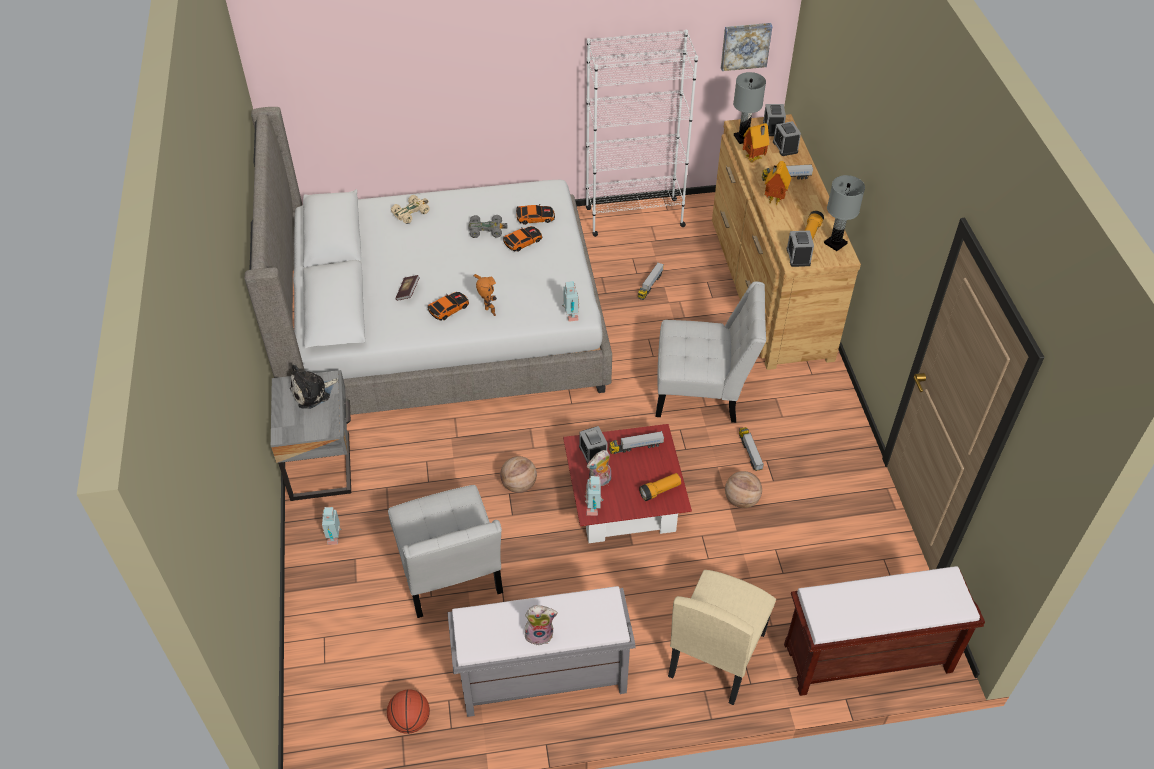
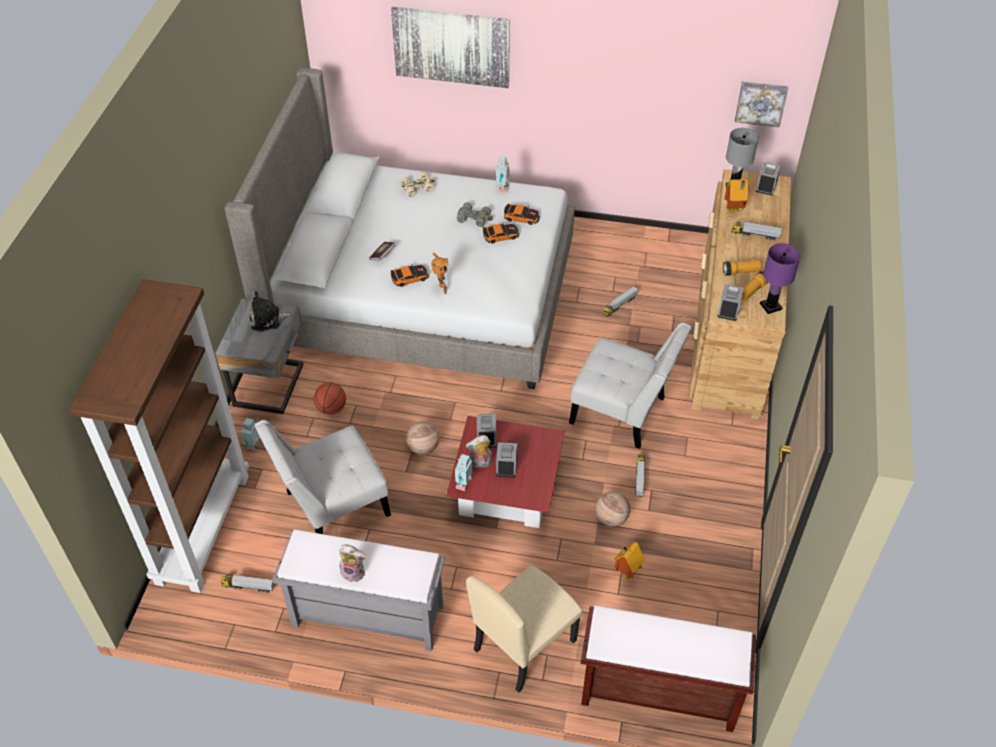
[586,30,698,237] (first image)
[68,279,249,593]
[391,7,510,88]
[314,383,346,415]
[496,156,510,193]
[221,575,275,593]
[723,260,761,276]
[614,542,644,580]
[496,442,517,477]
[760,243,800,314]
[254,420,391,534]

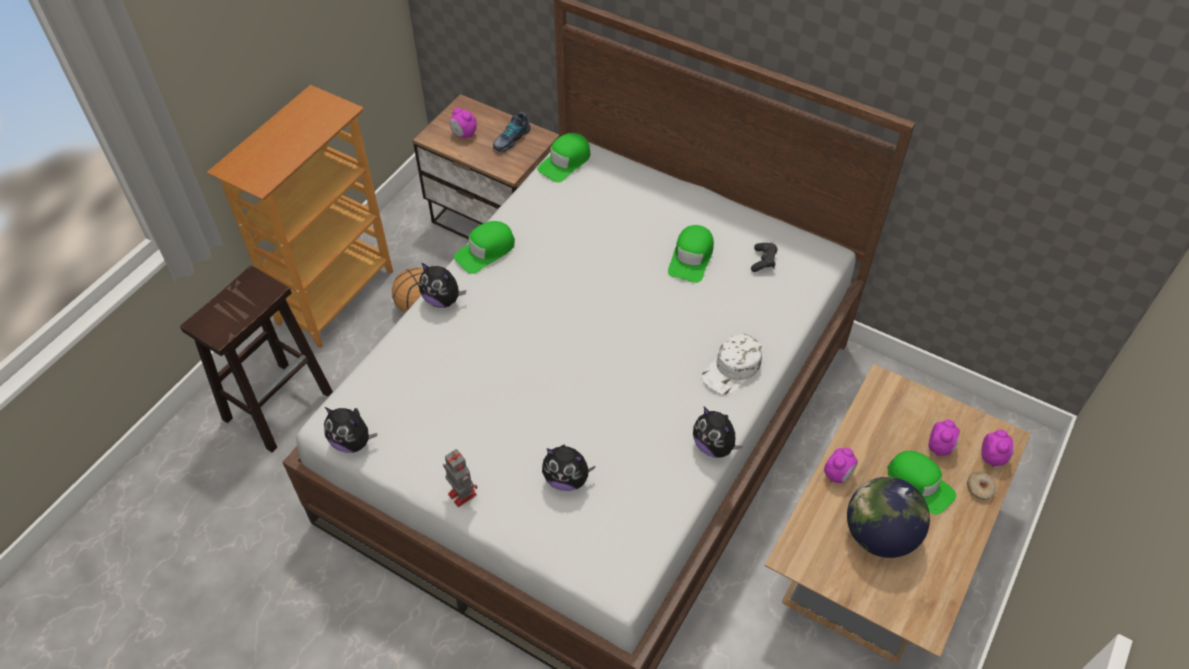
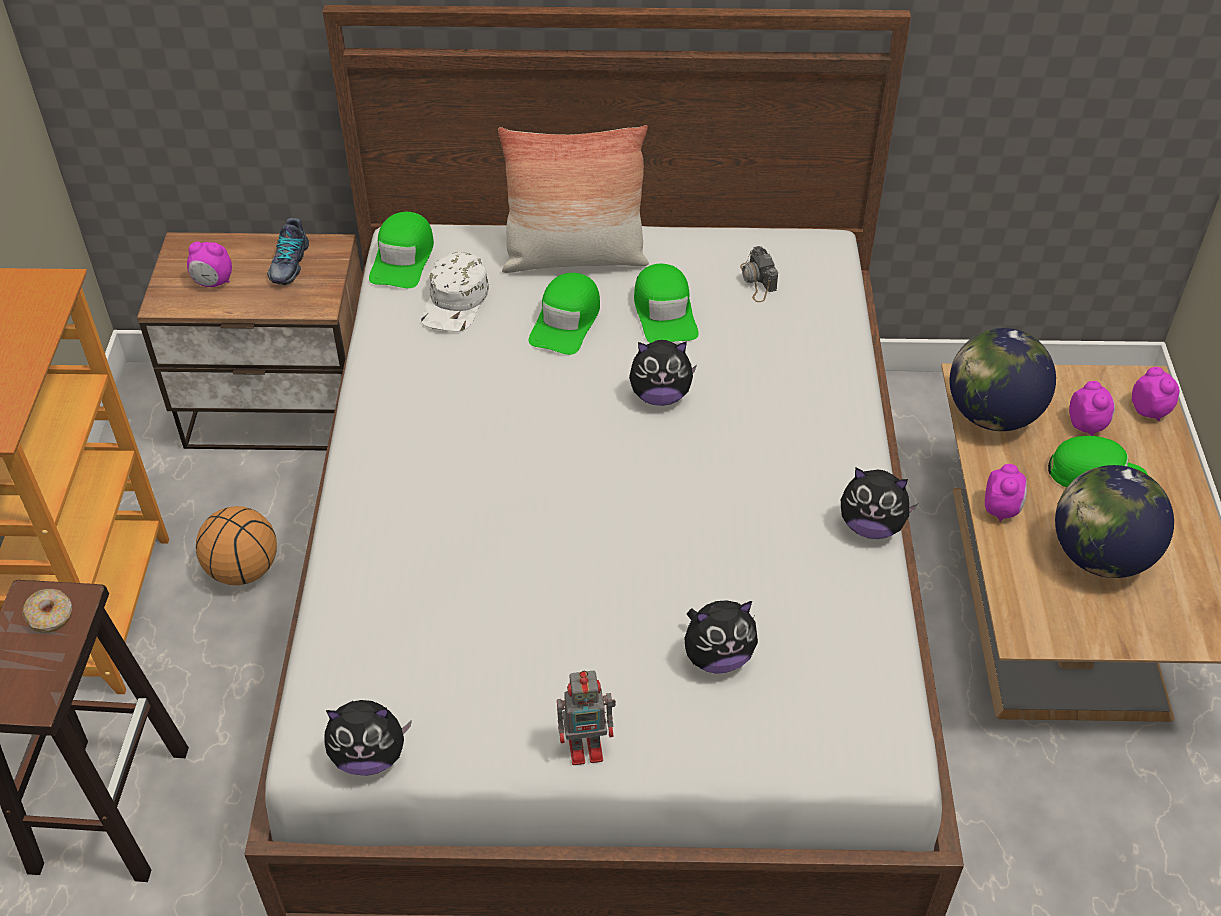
[498,125,649,273]
[950,328,1056,431]
[629,340,697,406]
[529,273,600,355]
[421,252,489,332]
[22,589,72,633]
[740,246,778,302]
[557,671,616,765]

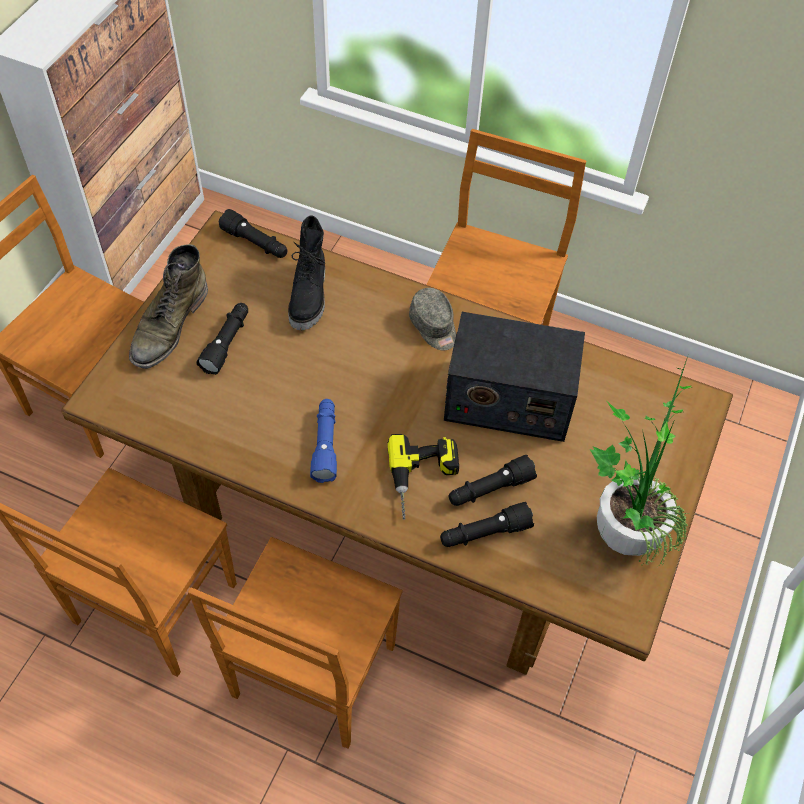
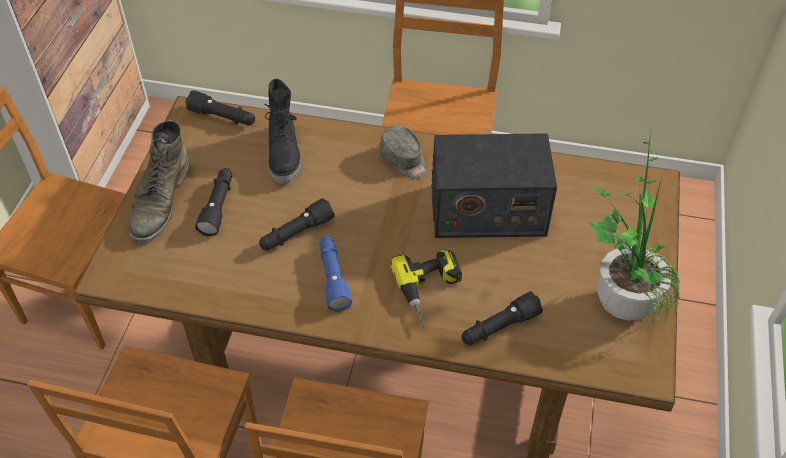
[259,198,335,250]

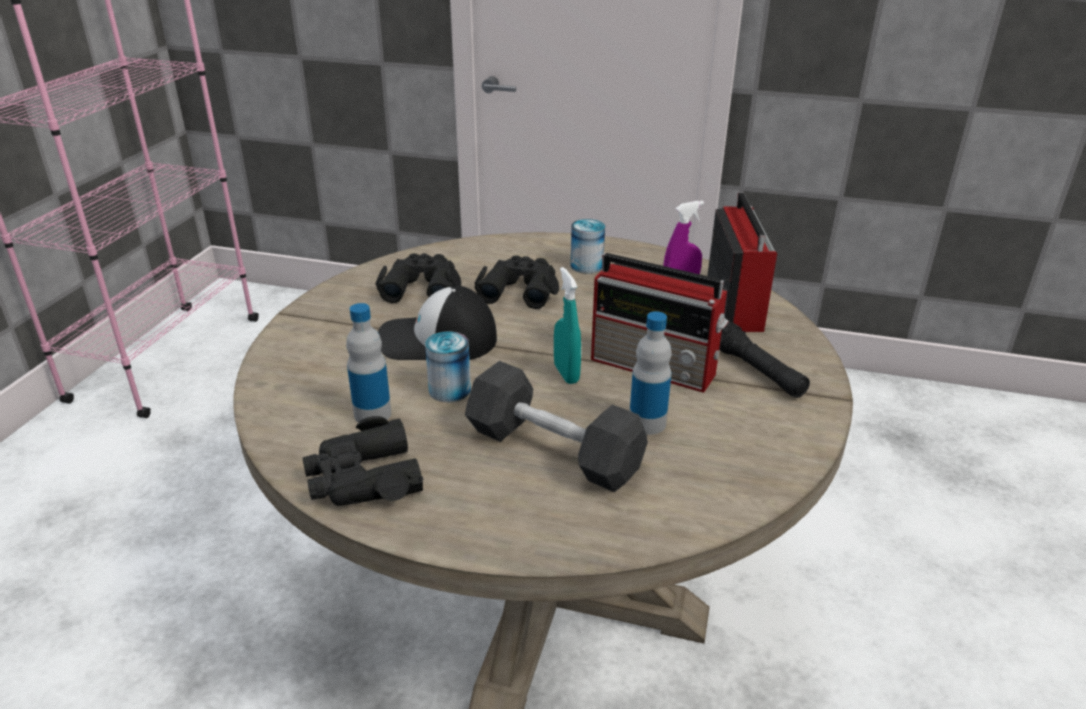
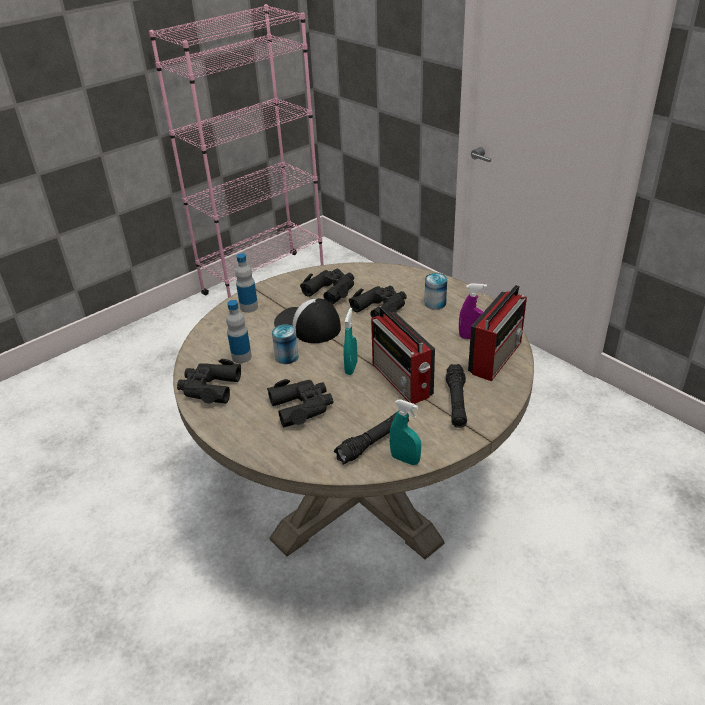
[334,411,409,465]
[389,399,421,465]
[235,253,258,313]
[267,379,334,428]

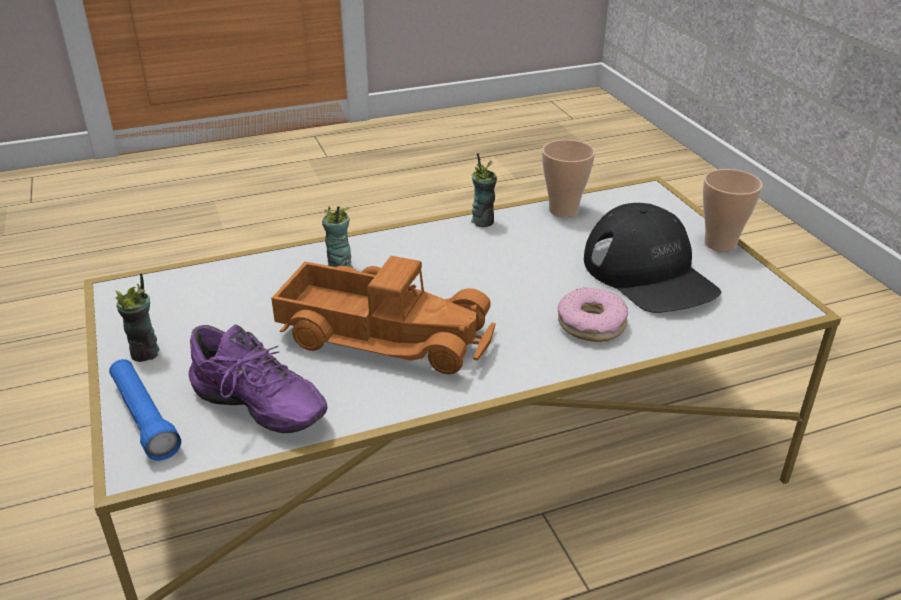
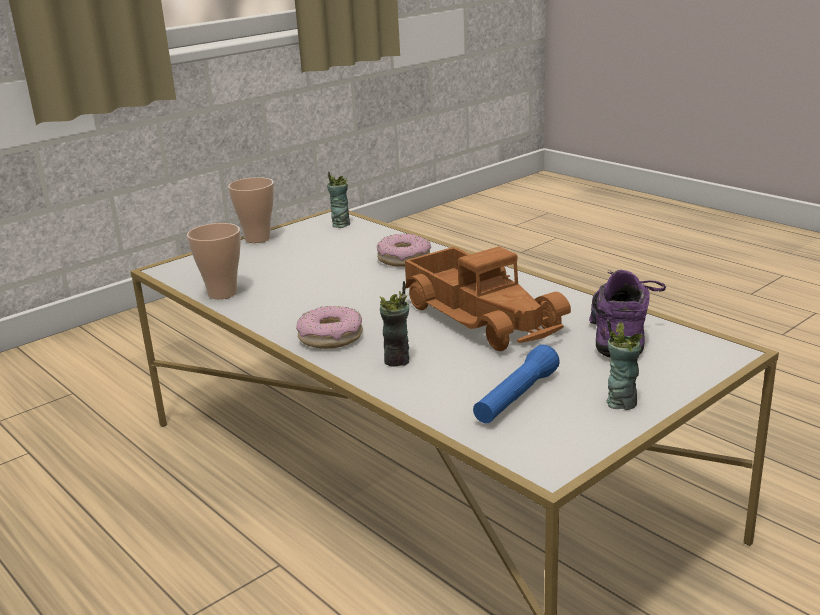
[584,203,721,313] (first image)
[296,306,363,349]
[473,344,560,424]
[327,172,350,228]
[402,246,571,351]

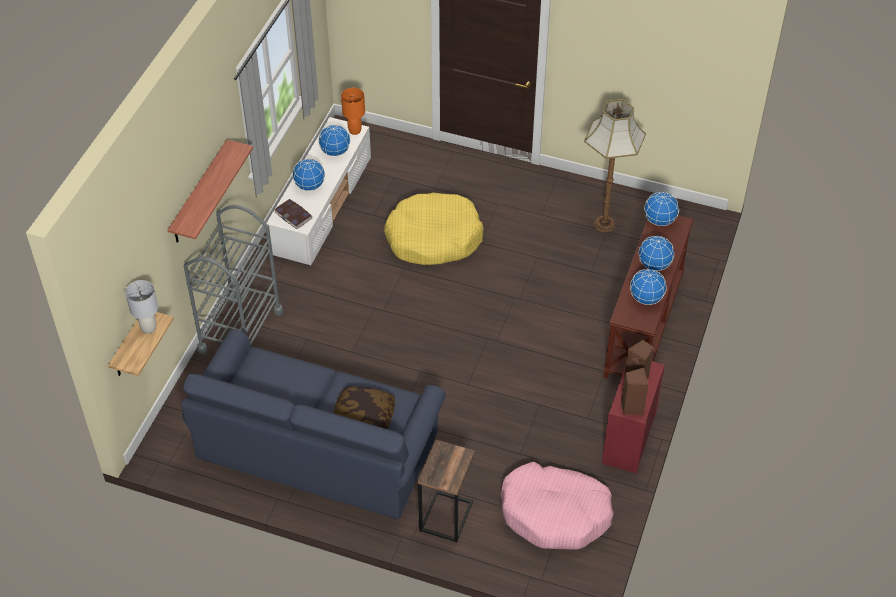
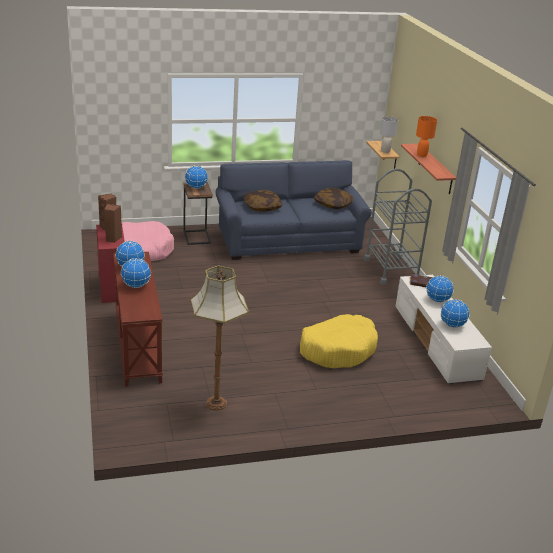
[314,188,353,209]
[416,116,437,157]
[185,165,208,189]

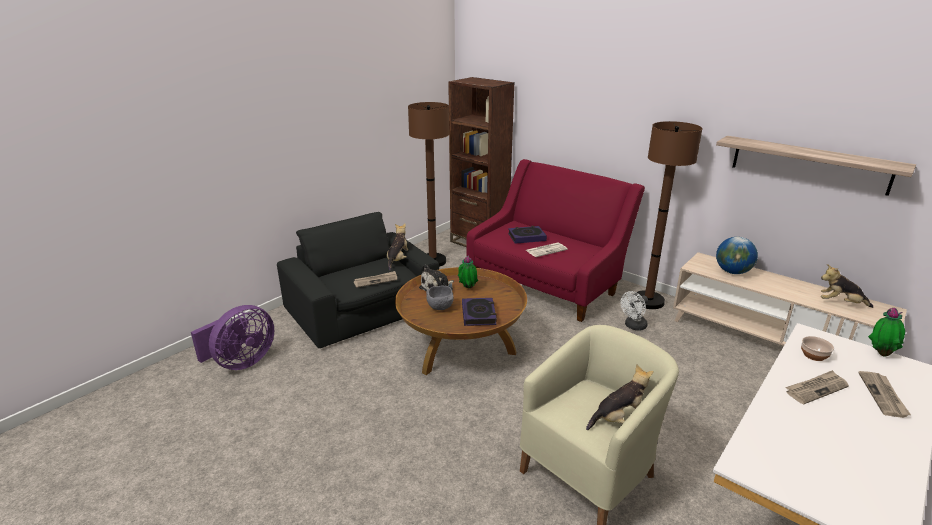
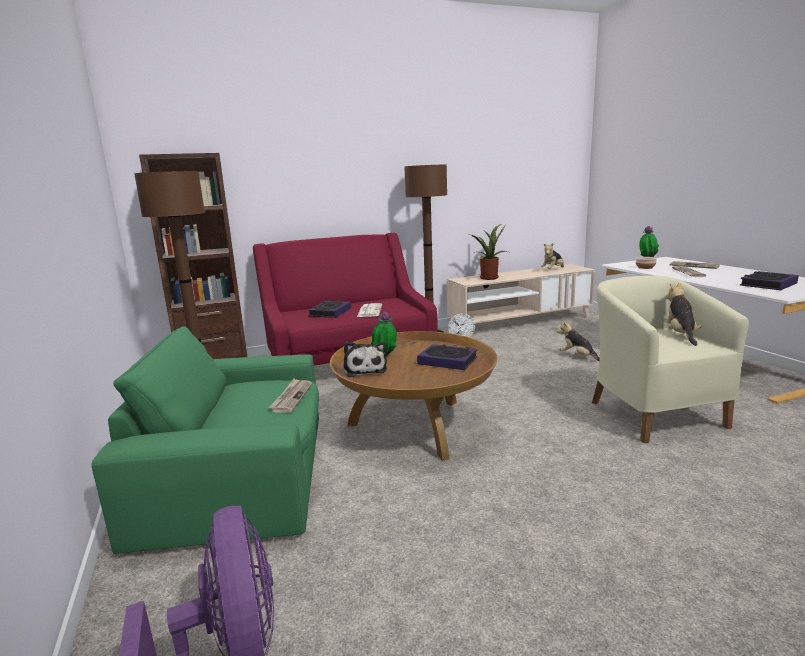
[426,286,454,310] (first image)
[716,136,916,196] (first image)
[740,271,799,290]
[557,320,600,361]
[471,224,508,280]
[91,326,319,554]

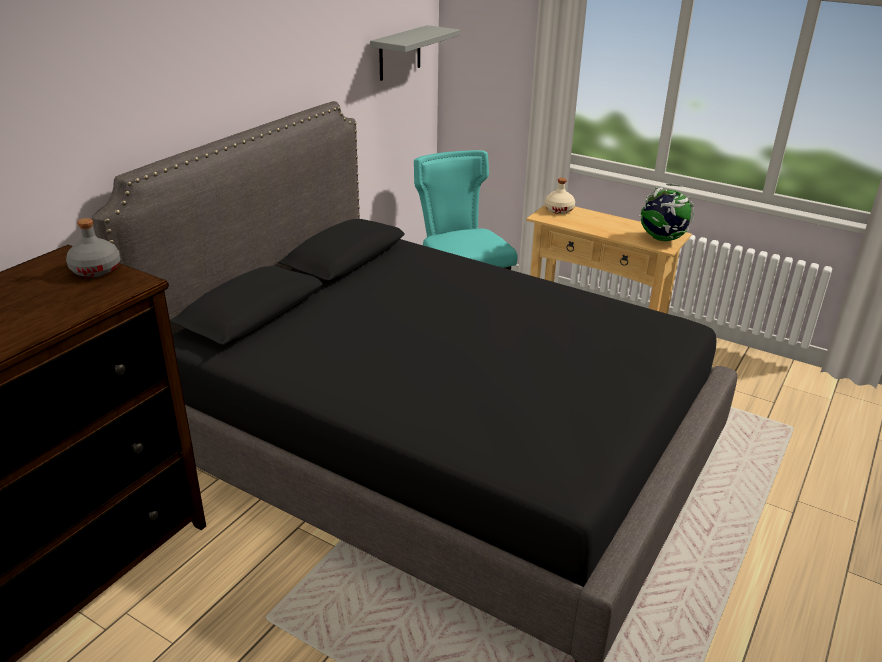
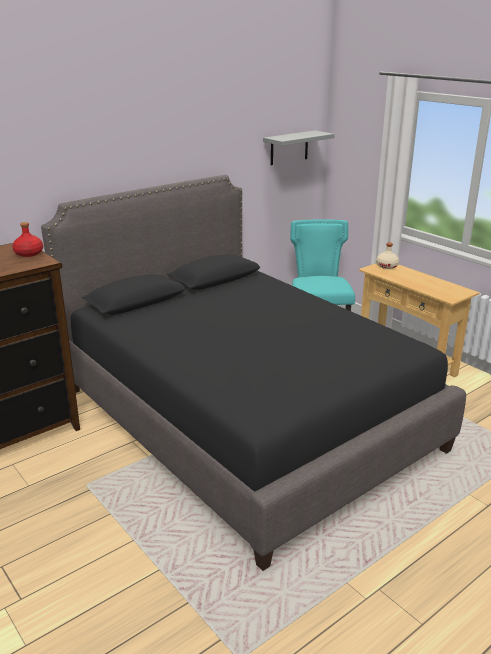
[639,184,694,241] (first image)
[12,222,43,257]

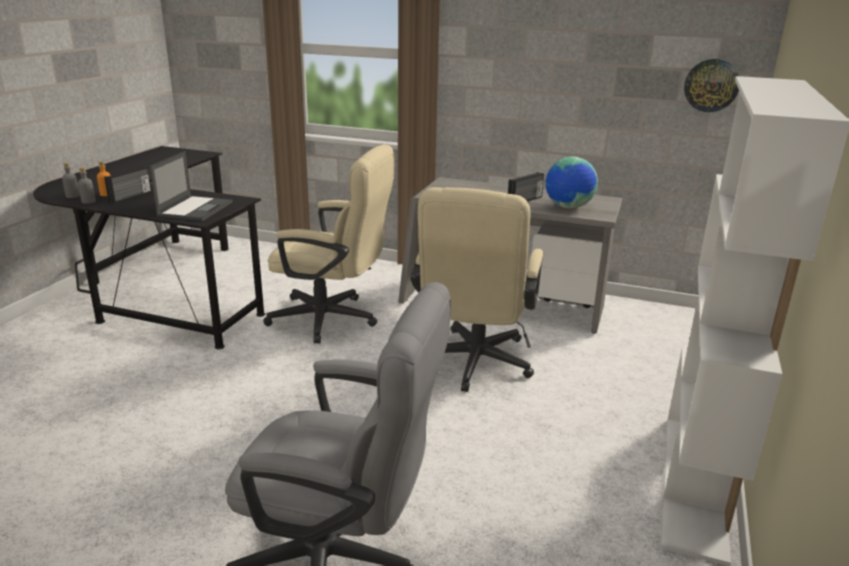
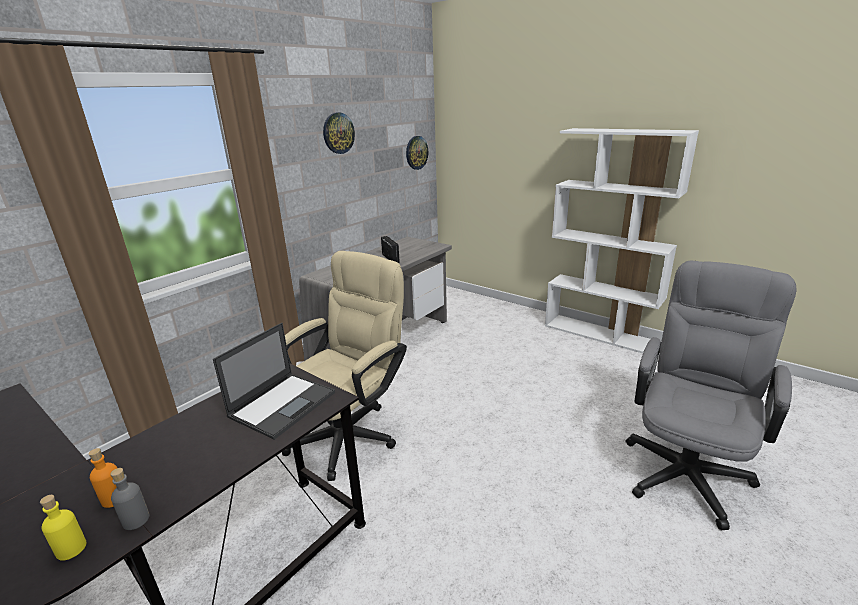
[104,167,152,203] (first image)
[411,187,543,392] (first image)
[546,157,598,208] (first image)
[323,112,355,154]
[40,495,86,561]
[213,323,335,440]

